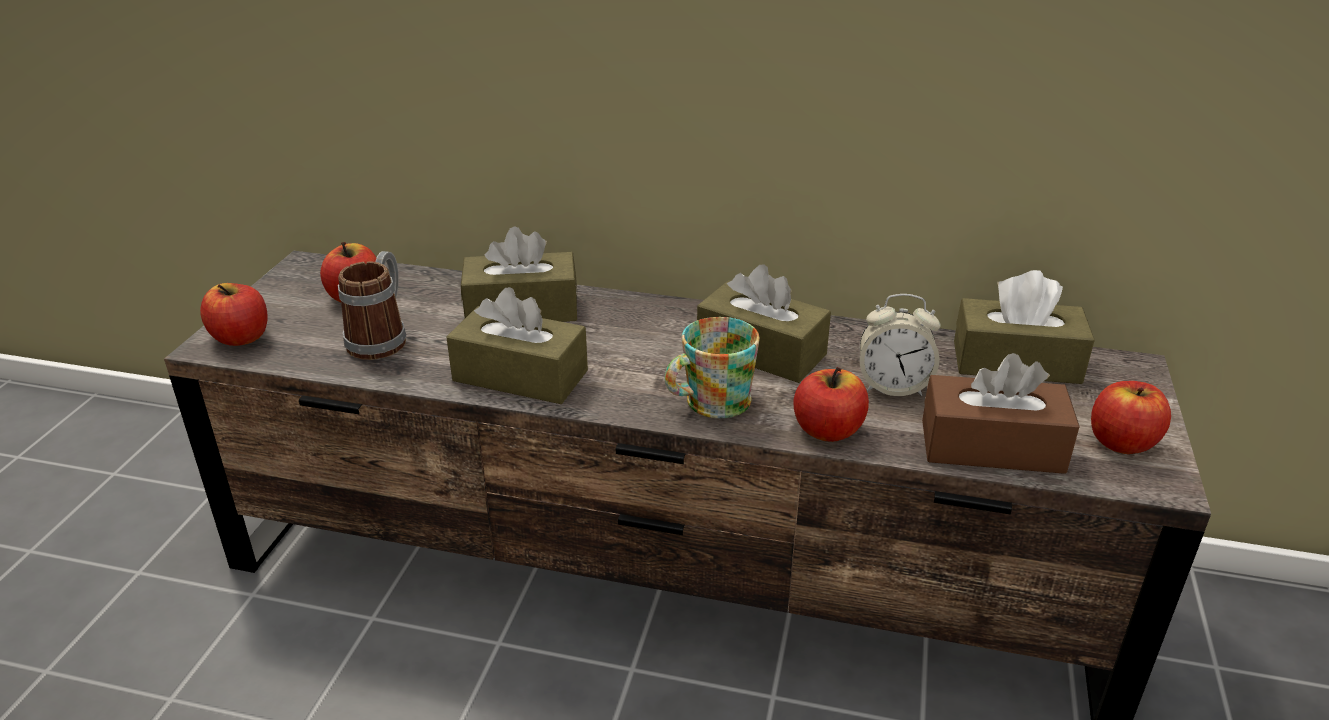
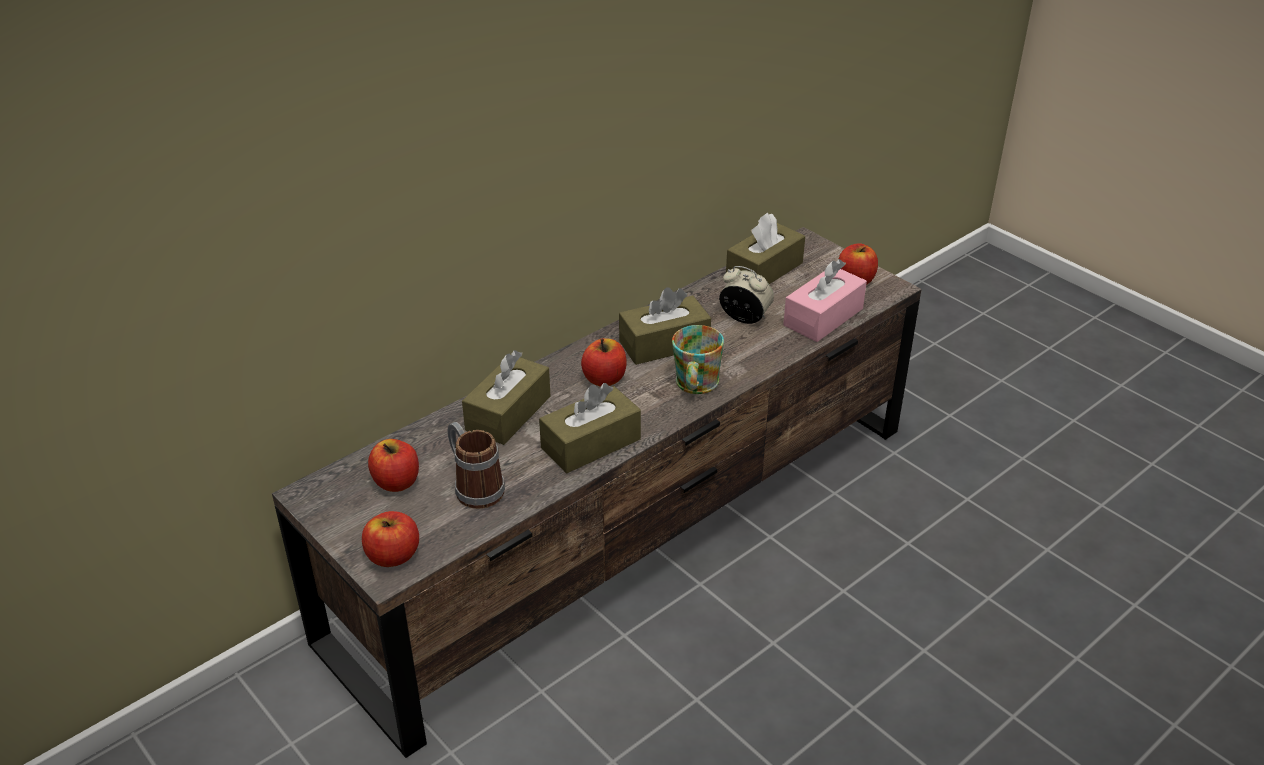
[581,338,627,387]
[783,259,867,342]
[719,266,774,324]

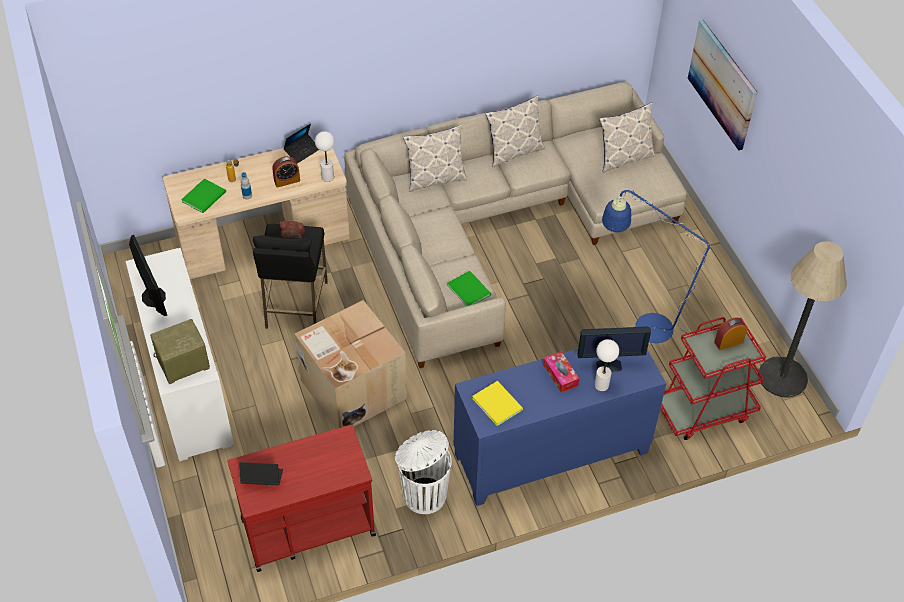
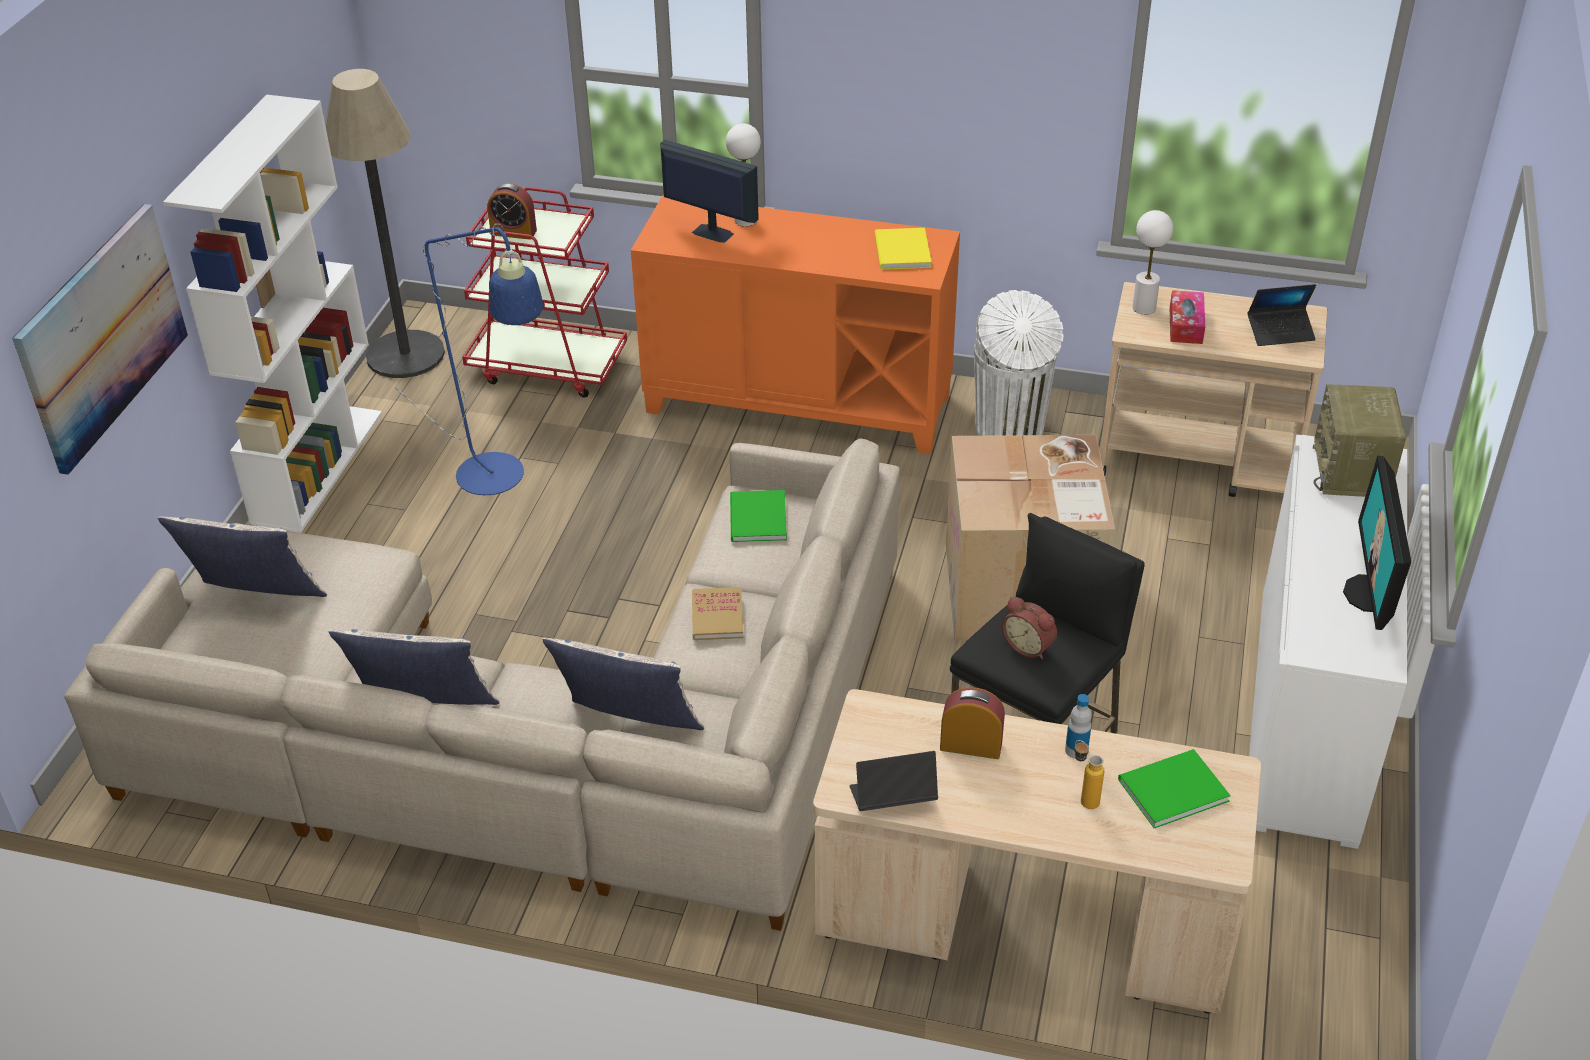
[163,95,382,533]
[692,587,744,640]
[1132,210,1173,315]
[1170,290,1206,344]
[1100,282,1327,497]
[631,195,960,454]
[1313,384,1406,497]
[1248,284,1316,346]

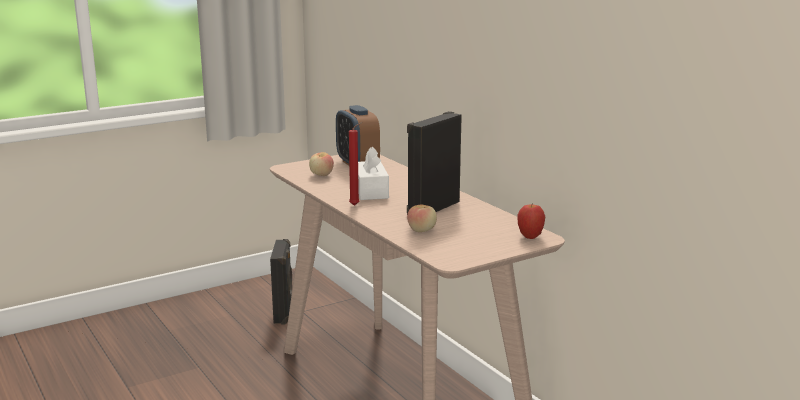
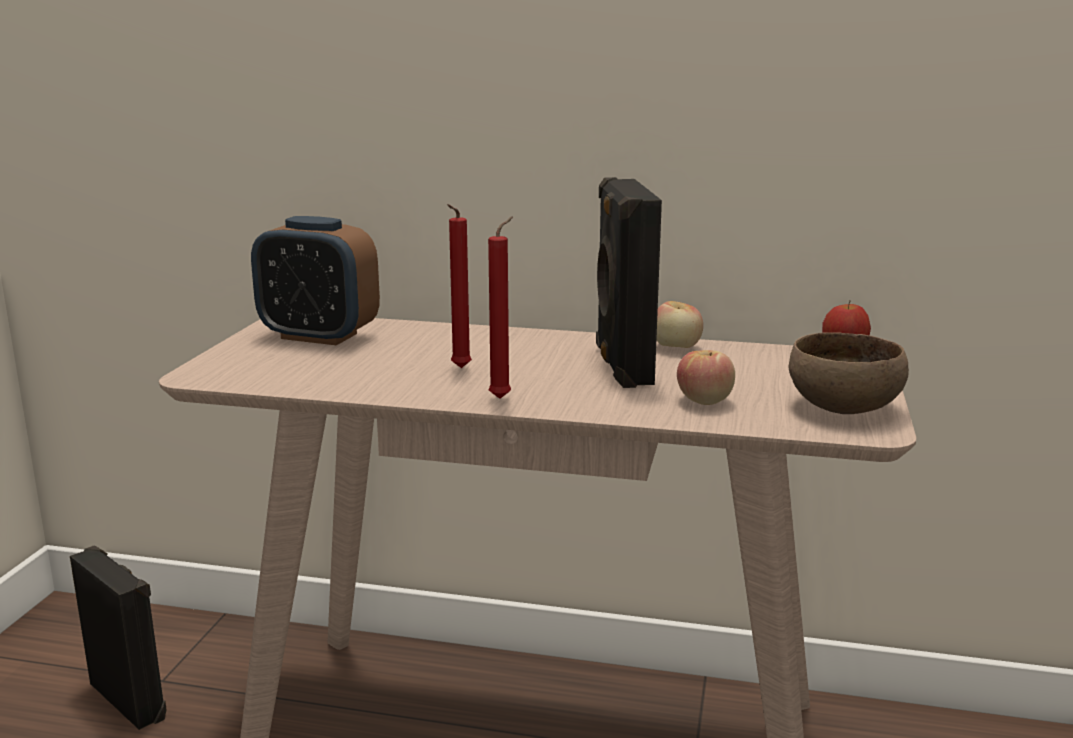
[789,332,909,414]
[656,301,703,348]
[447,204,472,368]

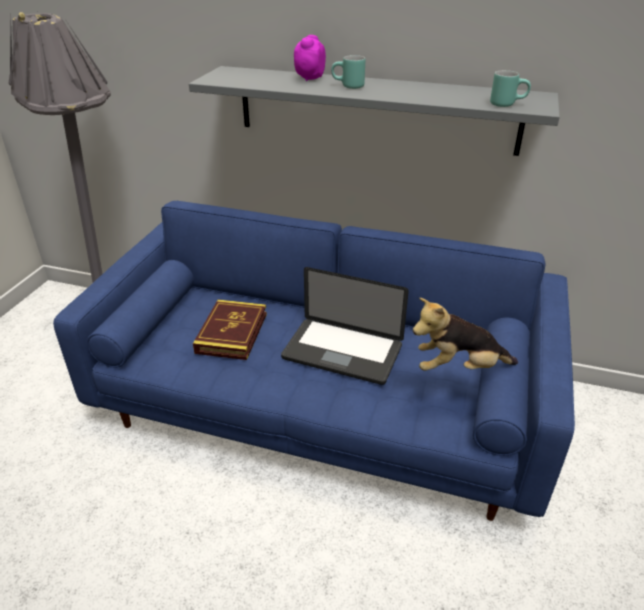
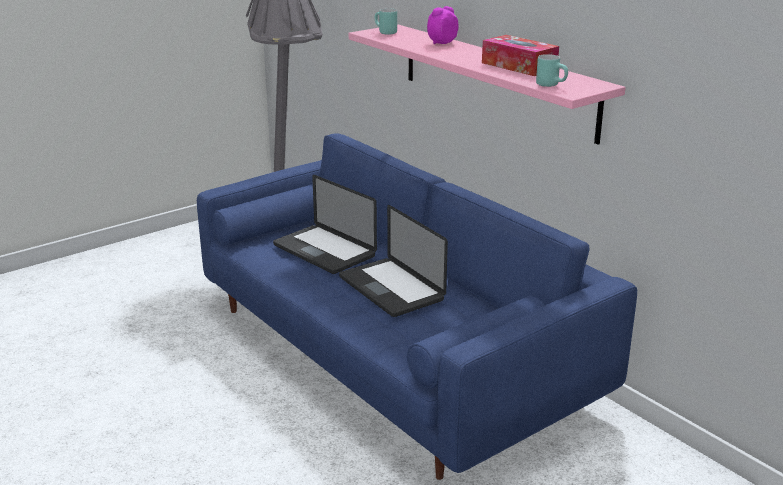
[413,298,518,371] (first image)
[482,35,559,76]
[375,9,397,35]
[273,175,377,274]
[349,24,626,145]

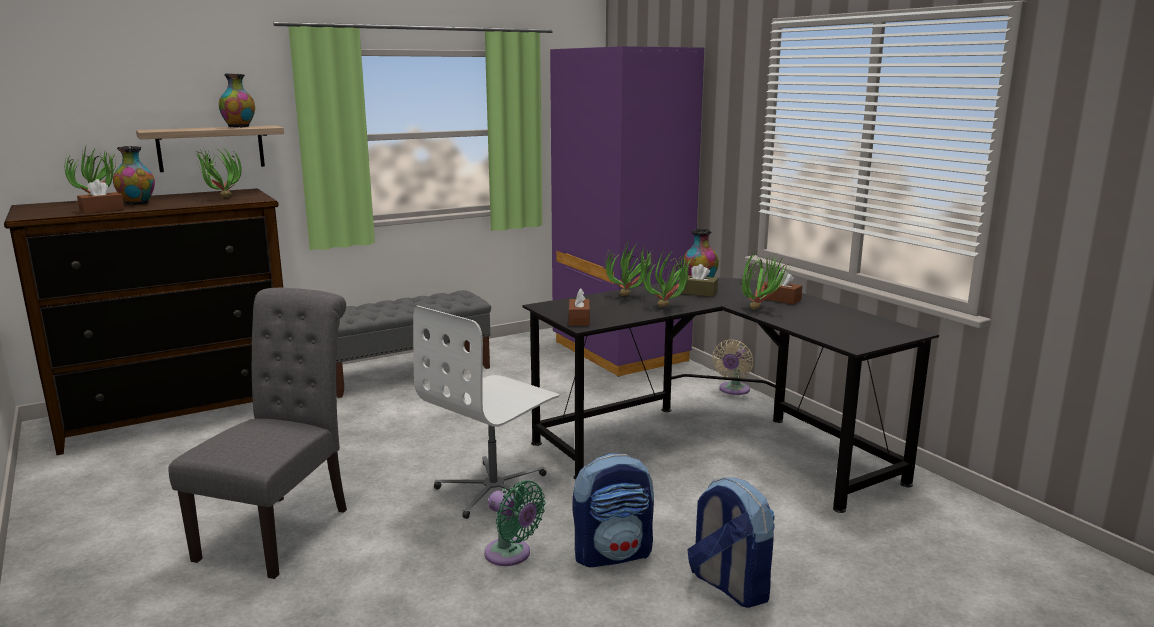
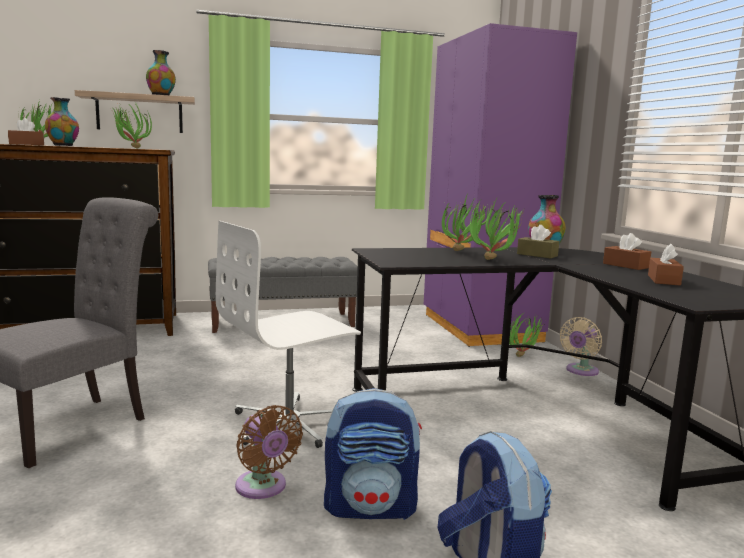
[648,244,684,286]
[509,312,546,357]
[235,405,303,499]

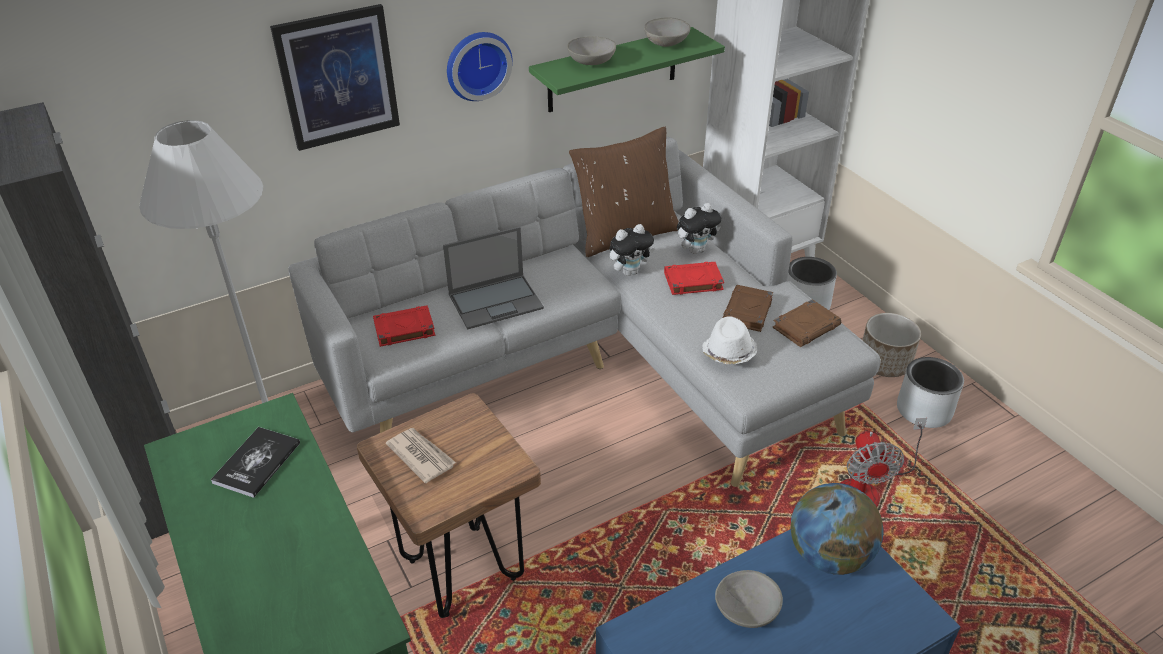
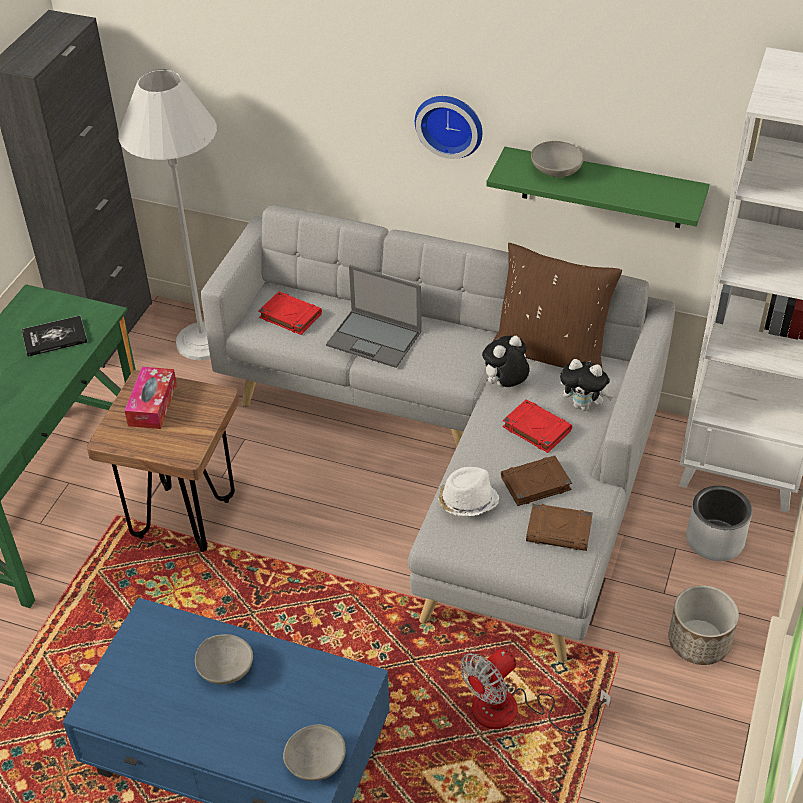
[270,4,400,151] (first image)
[791,483,883,575] (first image)
[897,357,964,428] (first image)
[283,724,346,781]
[125,367,177,429]
[482,336,529,387]

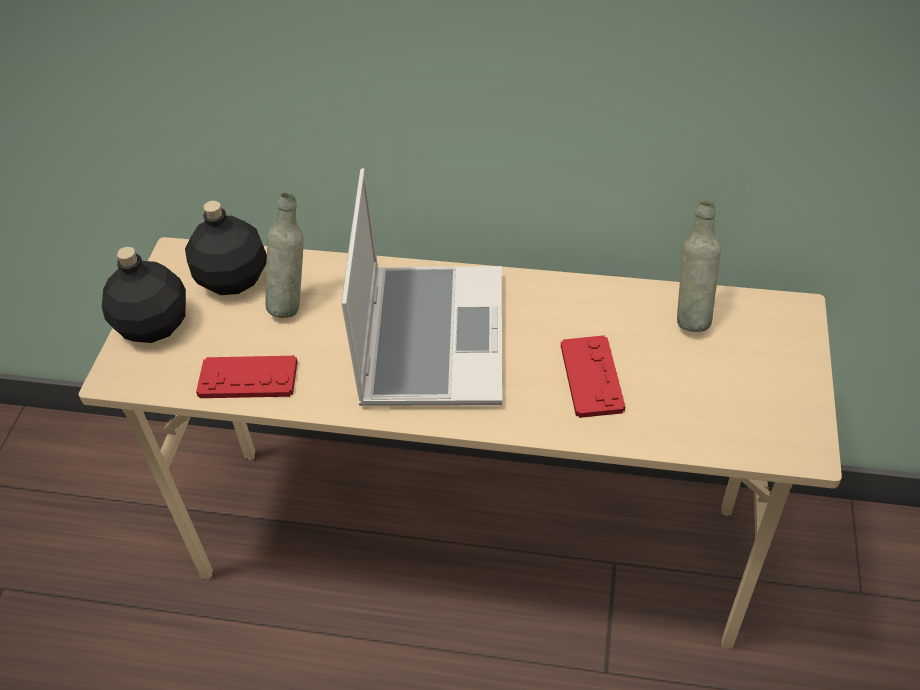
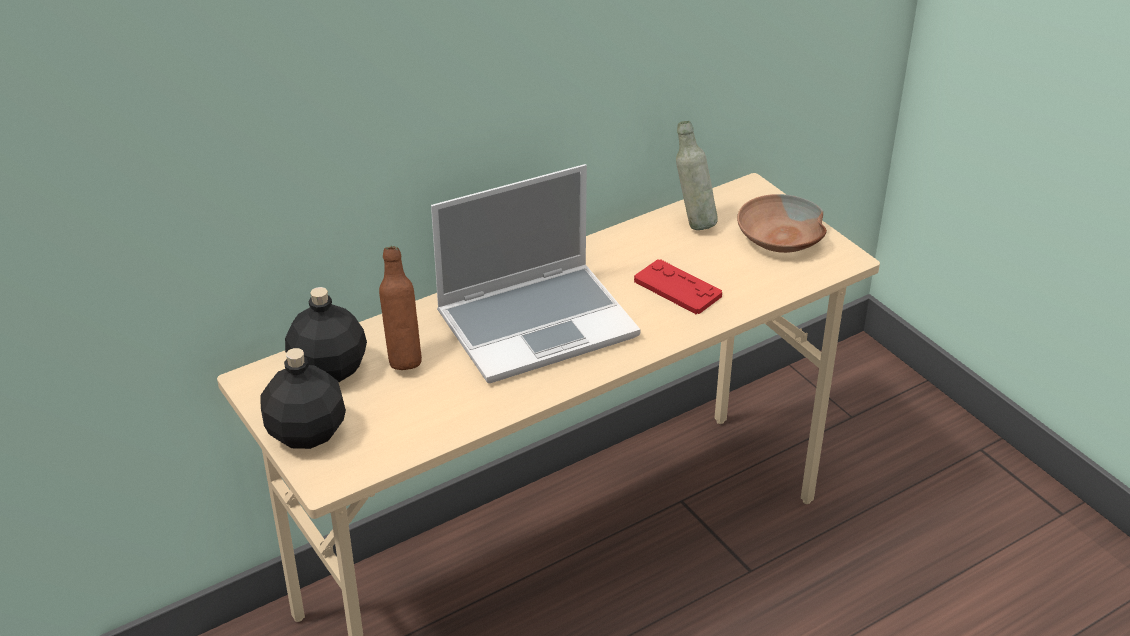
[196,356,298,398] (first image)
[737,194,827,253]
[379,246,422,370]
[431,164,641,383]

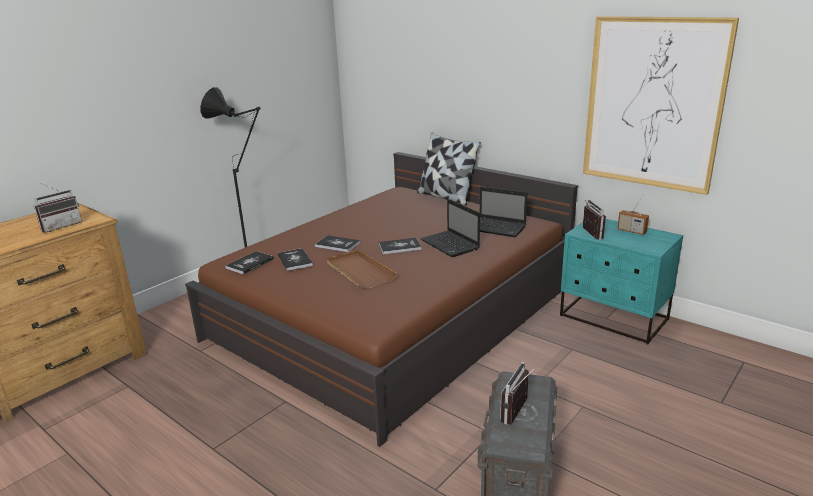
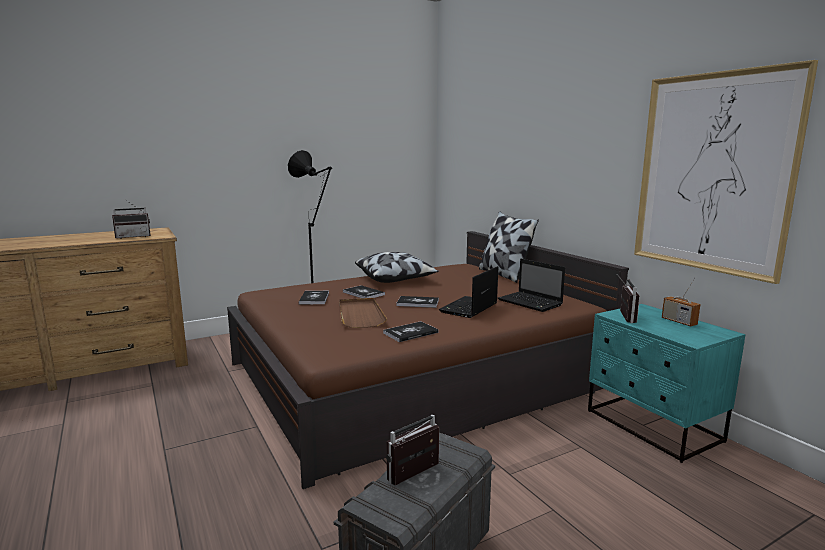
[355,252,439,283]
[383,321,438,342]
[439,266,498,318]

